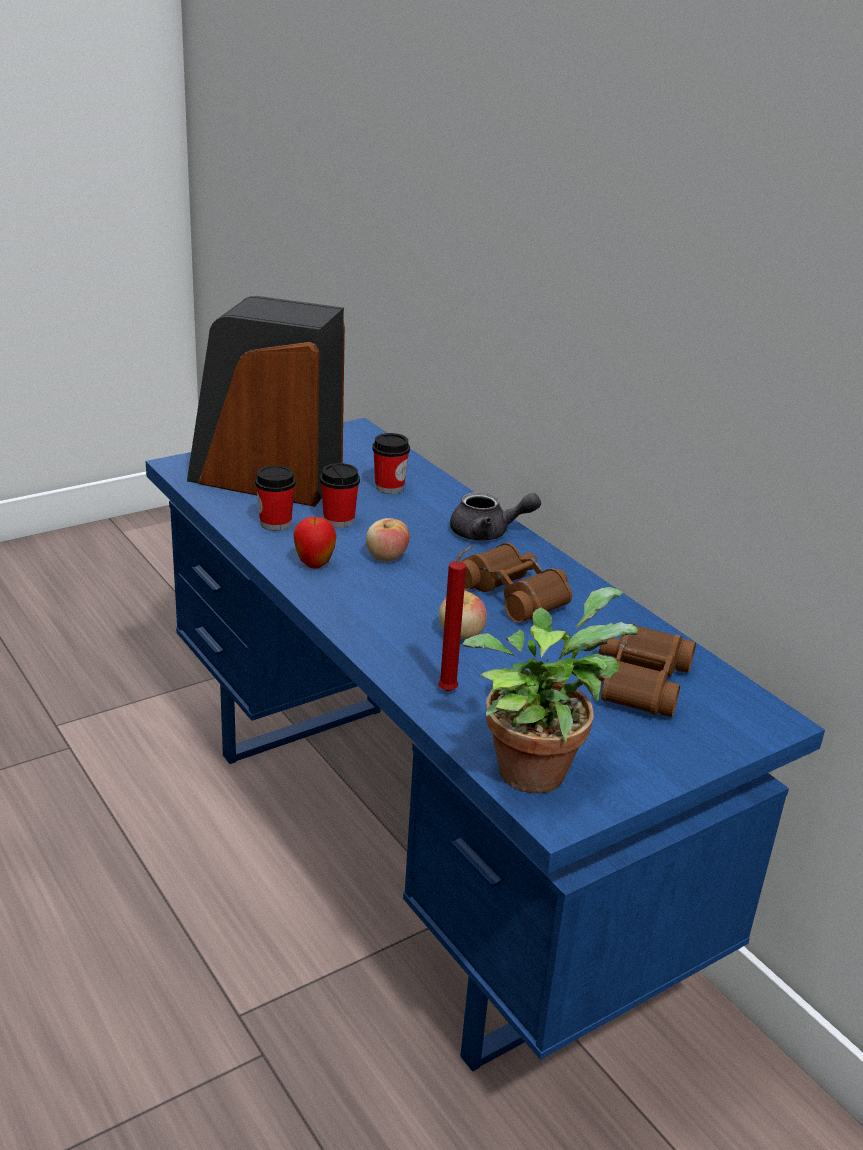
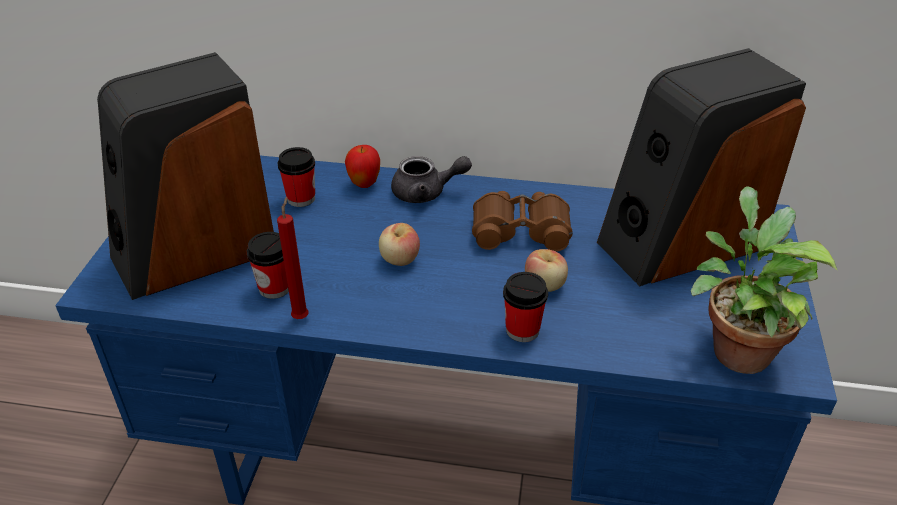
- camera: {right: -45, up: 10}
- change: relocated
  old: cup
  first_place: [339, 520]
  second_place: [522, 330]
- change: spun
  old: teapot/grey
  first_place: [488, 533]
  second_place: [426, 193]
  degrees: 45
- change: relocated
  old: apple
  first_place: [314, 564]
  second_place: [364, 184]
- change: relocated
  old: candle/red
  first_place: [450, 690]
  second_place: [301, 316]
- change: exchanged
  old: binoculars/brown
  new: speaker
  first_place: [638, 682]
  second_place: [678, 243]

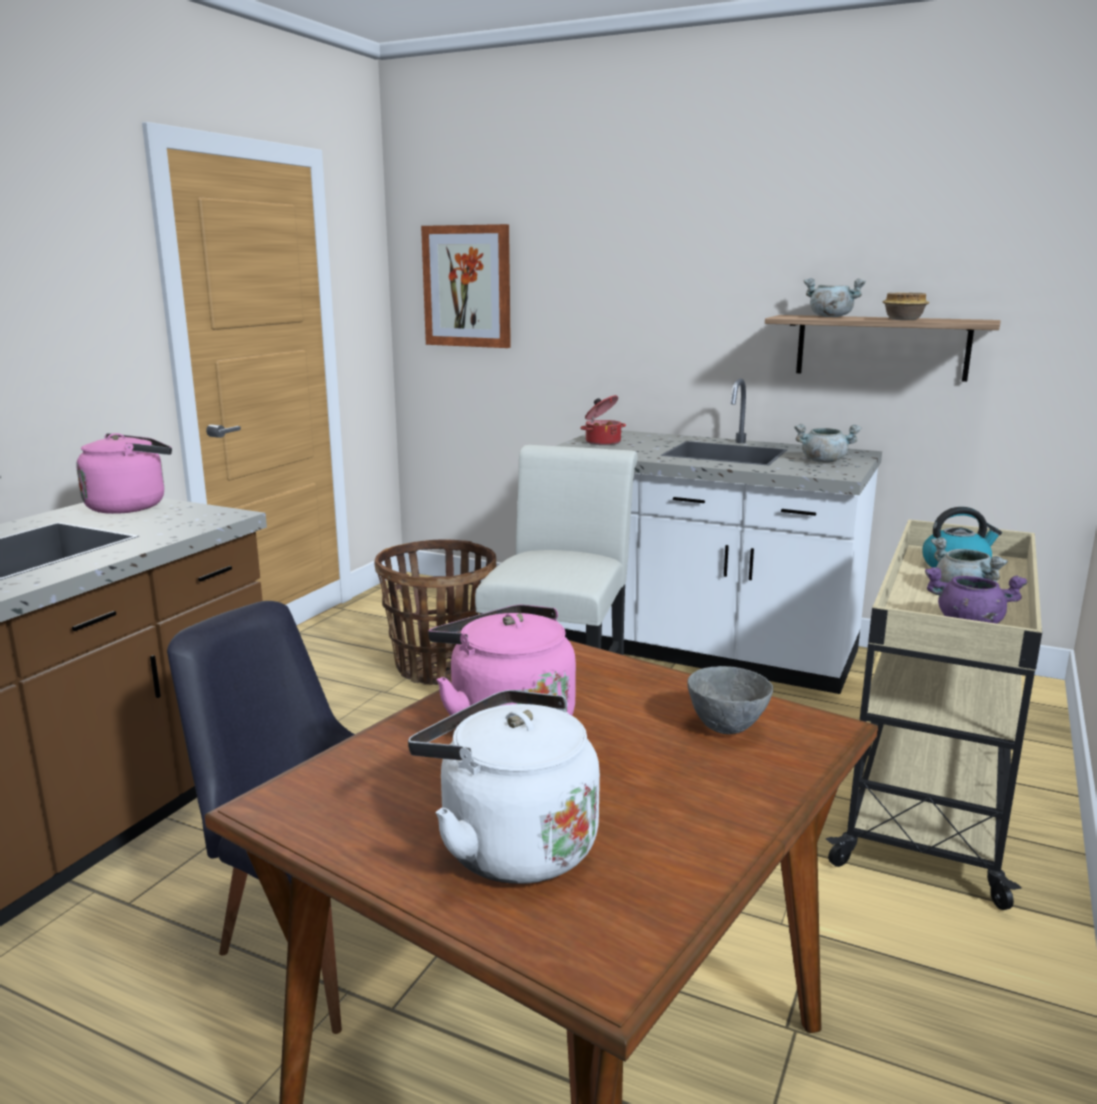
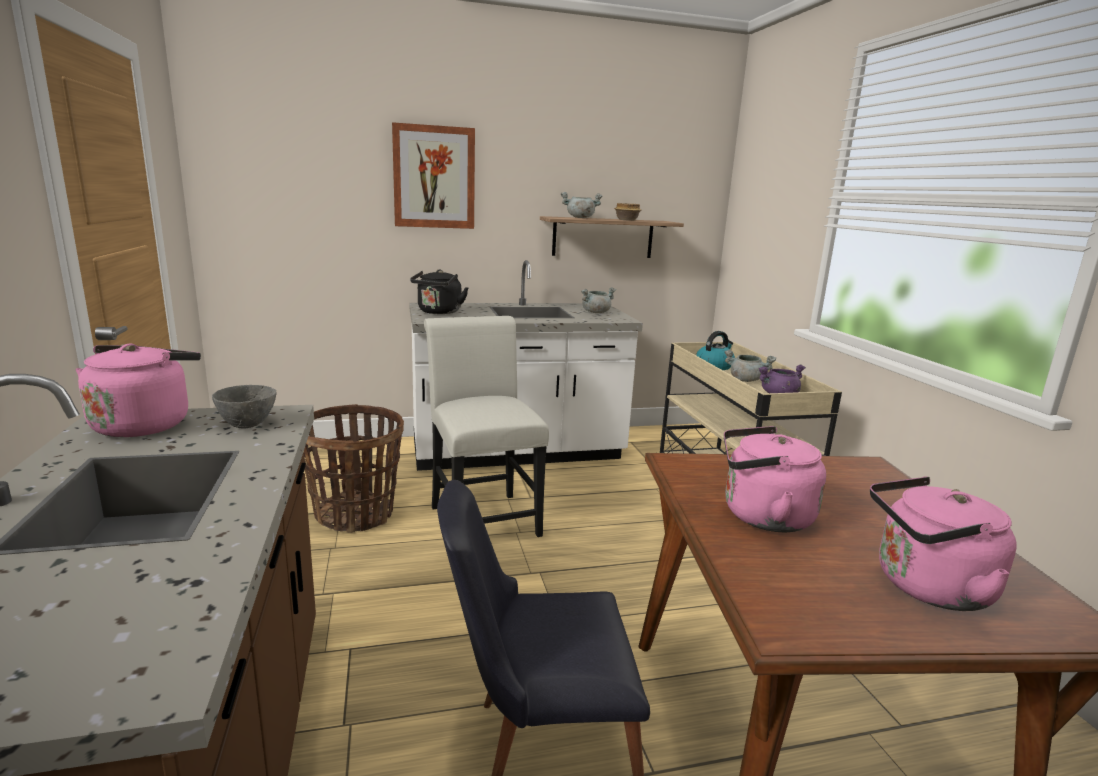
- camera: {right: -40, up: 0}
- change: relocated
  old: picture
  first_place: [467, 286]
  second_place: [434, 177]
- change: exchanged
  old: cooking pot
  new: kettle/black
  first_place: [602, 442]
  second_place: [438, 312]
- change: relocated
  old: bowl/grey
  first_place: [726, 727]
  second_place: [247, 425]
- change: colour
  old: kettle/white
  new: kettle/pink
  first_place: [510, 845]
  second_place: [926, 587]

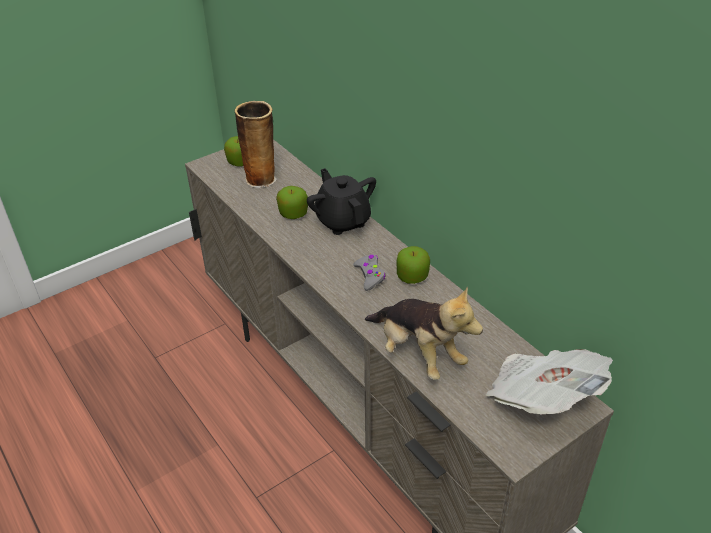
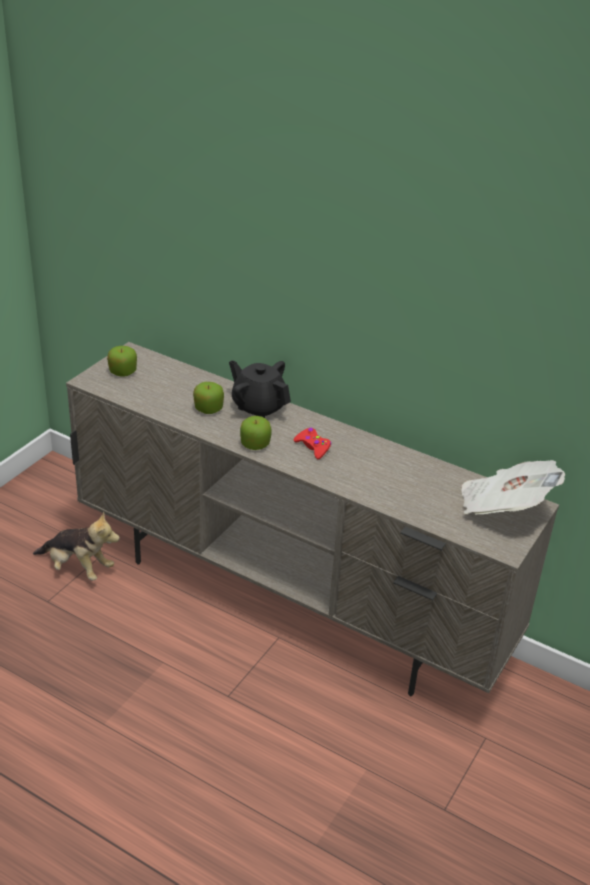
- camera: {right: -25, up: -5}
- change: missing
  old: vase
  first_place: [261, 178]
- change: relocated
  old: apple
  first_place: [412, 276]
  second_place: [255, 444]
- change: colour
  old: game controller/grey
  new: game controller/red
  first_place: [370, 275]
  second_place: [313, 447]
- change: relocated
  old: plush toy
  first_place: [418, 354]
  second_place: [78, 568]

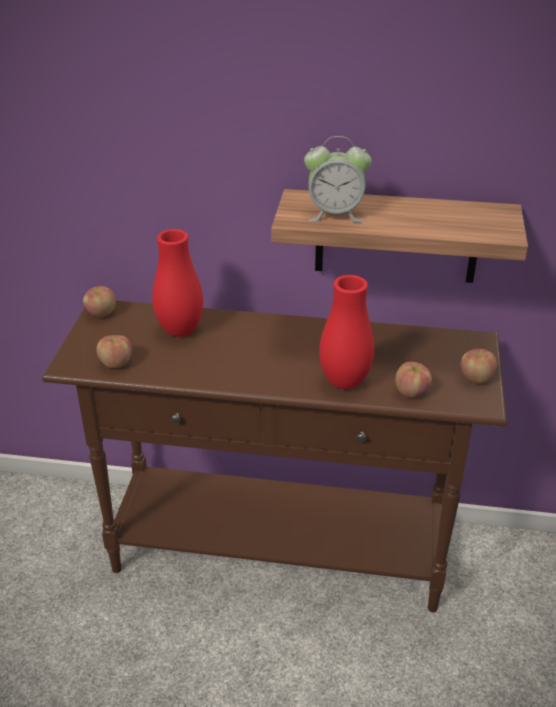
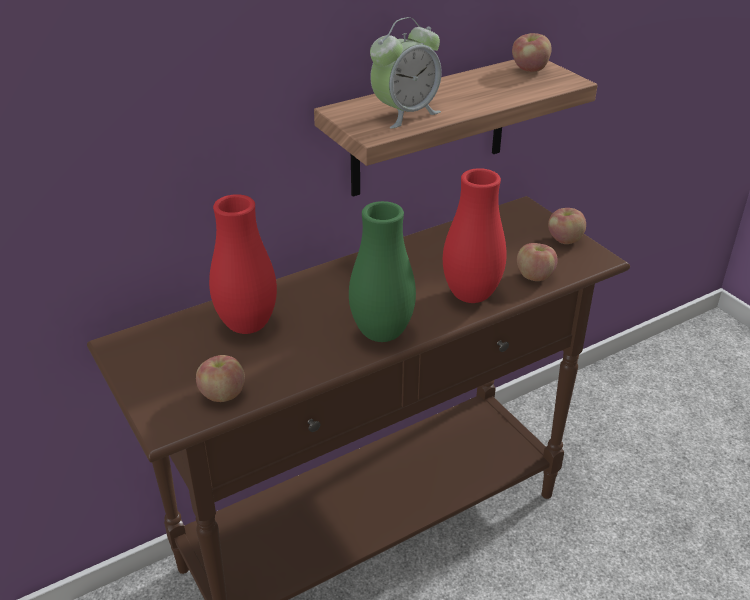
- camera: {right: -40, up: 0}
- change: relocated
  old: apple
  first_place: [101, 313]
  second_place: [530, 69]
- change: appeared
  new: vase/green
  second_place: [382, 333]

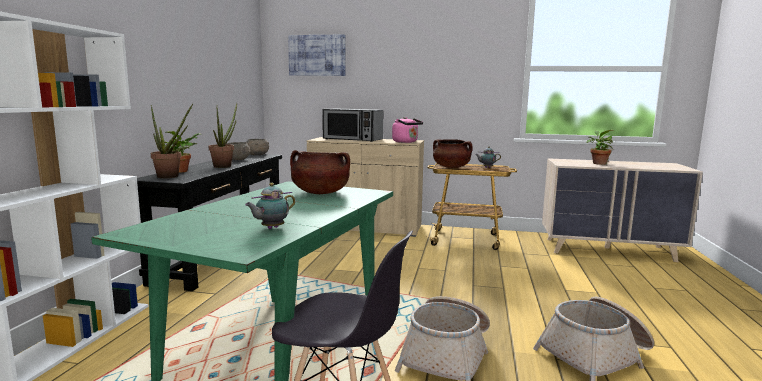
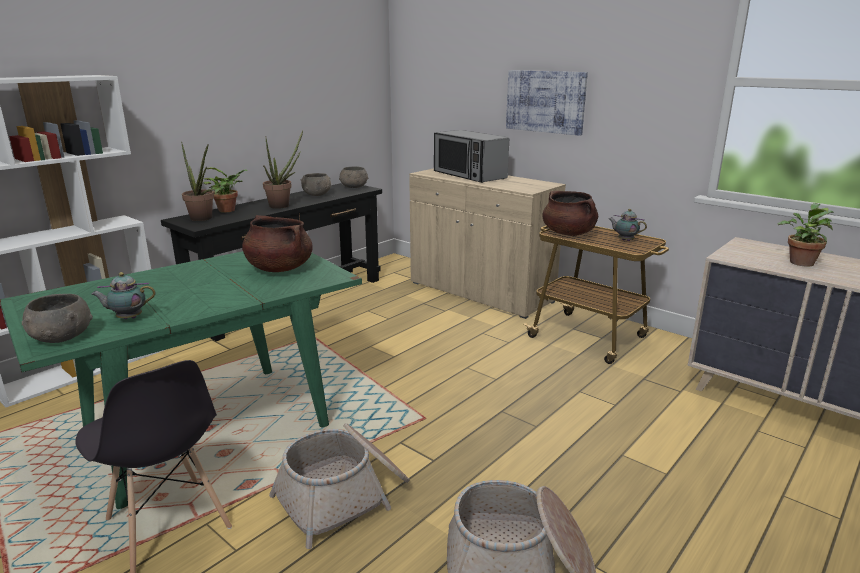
- camera: {right: 30, up: 10}
- change: relocated
  old: picture
  first_place: [317, 55]
  second_place: [545, 101]
- change: missing
  old: kettle/pink
  first_place: [406, 142]
- change: appeared
  new: bowl/grey
  second_place: [61, 337]

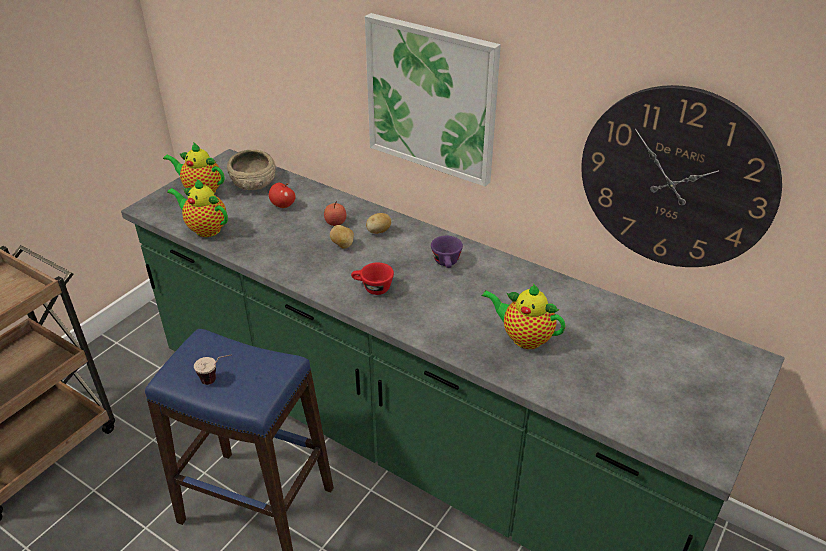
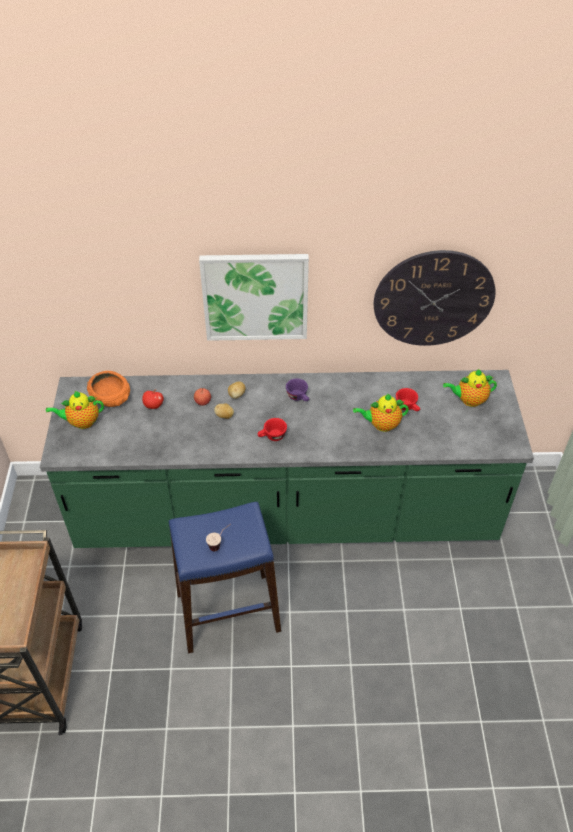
- camera: {right: -35, up: 10}
- change: colour
  old: bowl/beige
  new: bowl/orange
  first_place: [253, 181]
  second_place: [110, 396]
- change: relocated
  old: teapot
  first_place: [205, 229]
  second_place: [468, 400]
- change: appeared
  new: cup/red
  second_place: [408, 407]

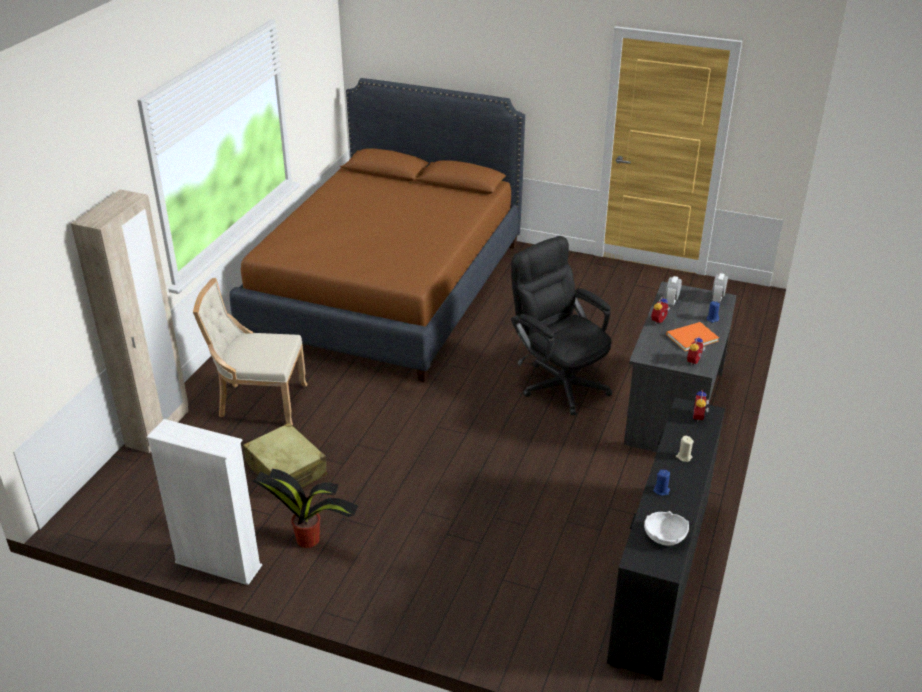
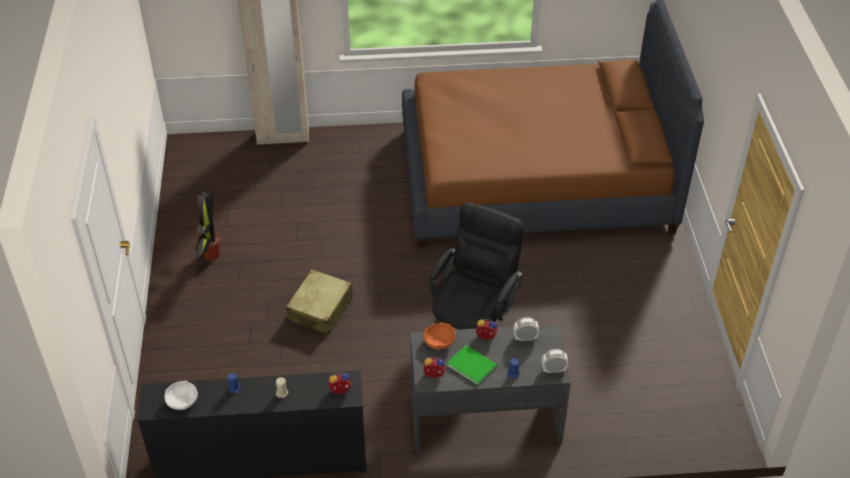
- camera: {right: 65, up: 10}
- change: missing
  old: chair/beige
  first_place: [259, 402]
- change: colour
  old: book/orange
  new: book/green
  first_place: [690, 337]
  second_place: [471, 364]
- change: missing
  old: bookcase/white
  first_place: [218, 564]
- change: relocated
  old: suitcase/beige
  first_place: [286, 470]
  second_place: [320, 309]
- change: appeared
  new: bowl/orange
  second_place: [438, 342]

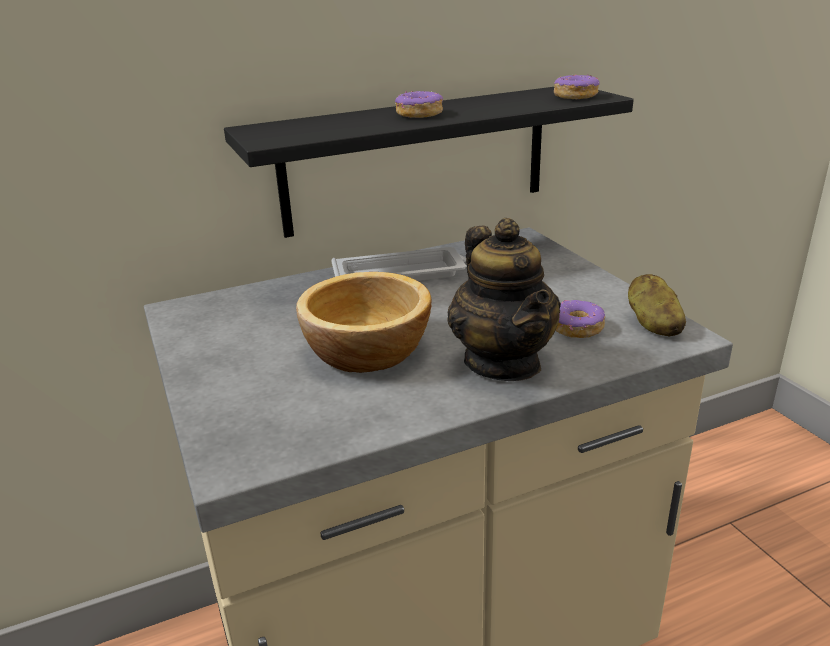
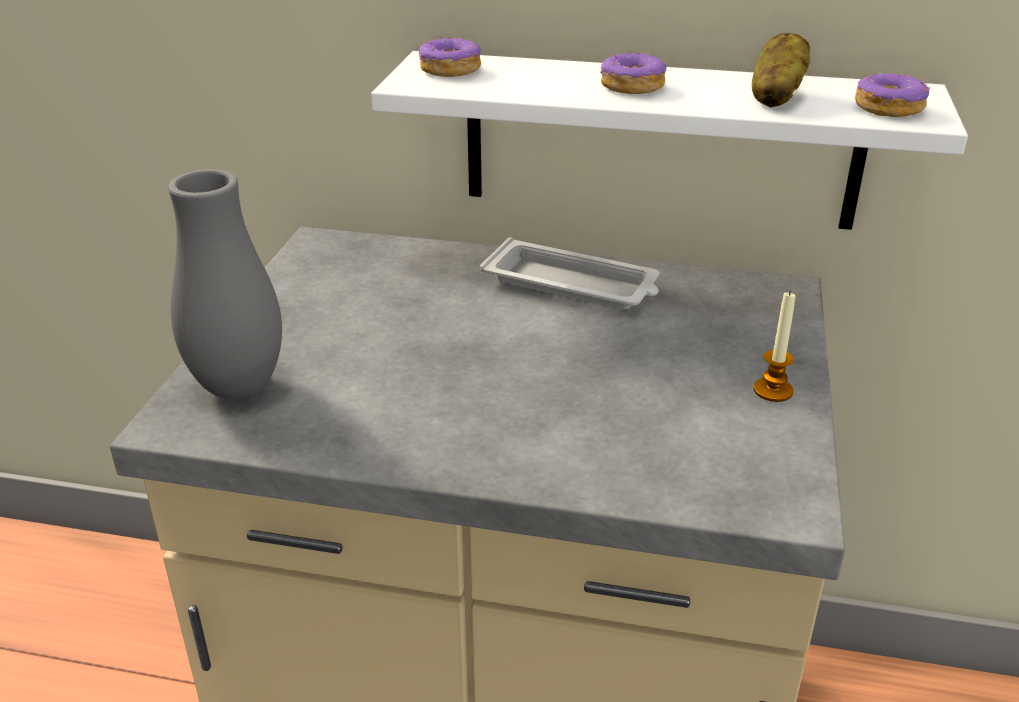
- camera: {right: 35, up: 5}
- change: colour
  old: shelf/black
  new: shelf/white
  first_place: [417, 159]
  second_place: [660, 141]
- change: missing
  old: teapot
  first_place: [503, 362]
- change: missing
  old: bowl
  first_place: [368, 352]
- change: relocated
  old: potato
  first_place: [652, 324]
  second_place: [775, 97]
- change: relocated
  old: donut
  first_place: [576, 328]
  second_place: [449, 69]
- change: appeared
  new: vase/grey
  second_place: [238, 387]
- change: appeared
  new: candle
  second_place: [773, 390]

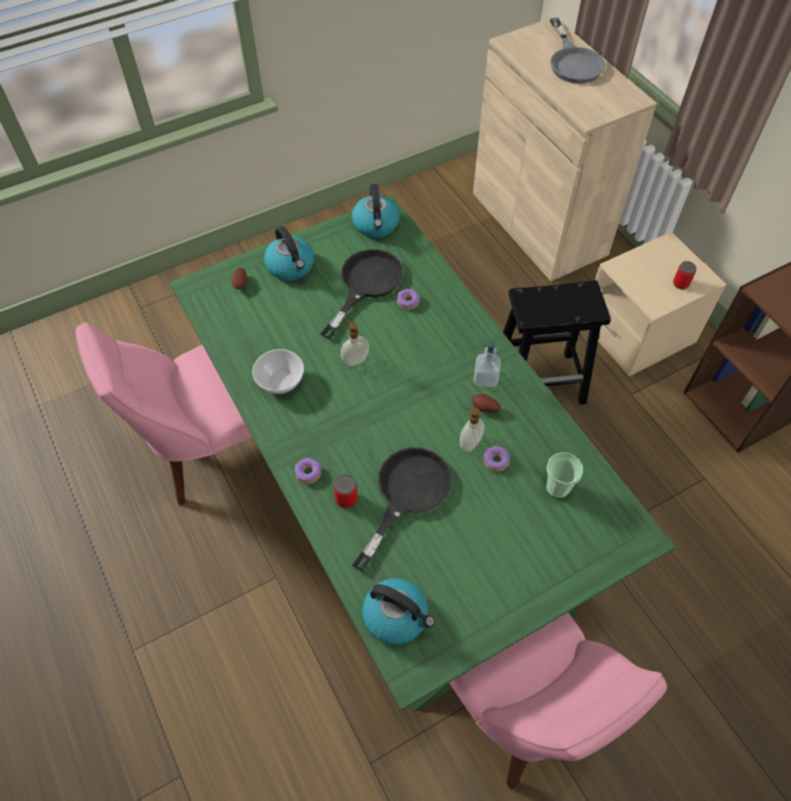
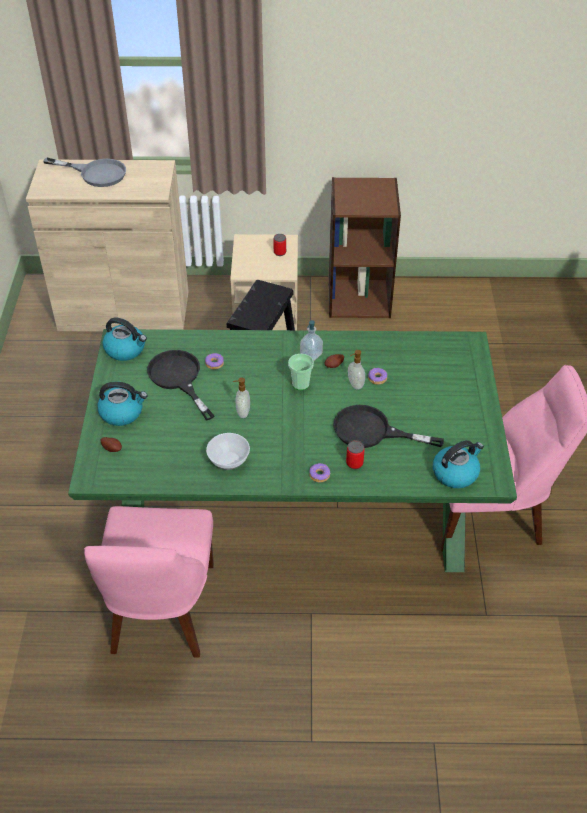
- camera: {right: -60, up: -10}
- change: spun
  old: frying pan/black
  first_place: [406, 494]
  second_place: [372, 431]
  degrees: -45
- change: relocated
  old: cup
  first_place: [557, 488]
  second_place: [300, 384]

